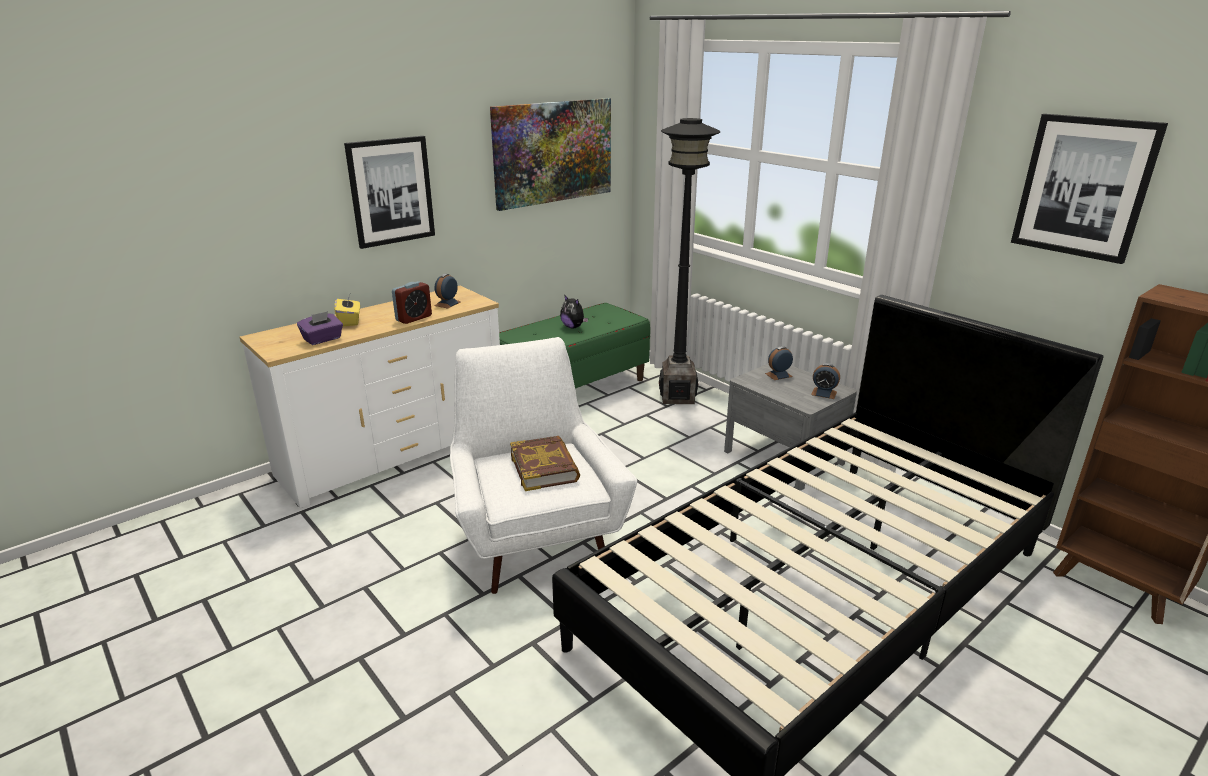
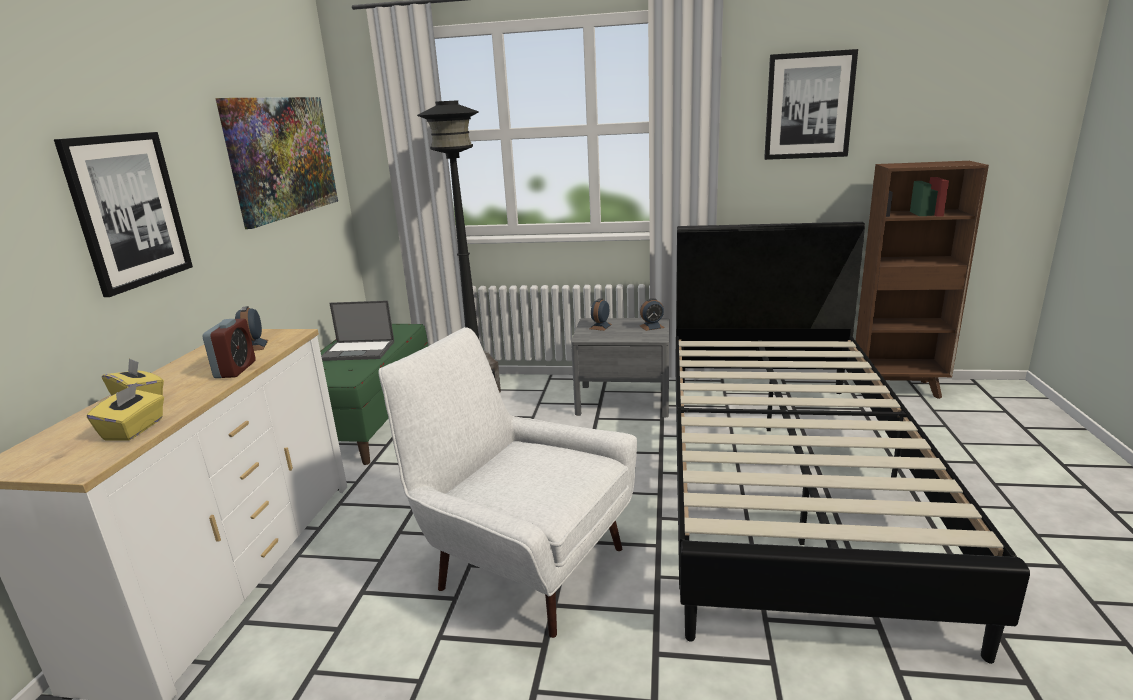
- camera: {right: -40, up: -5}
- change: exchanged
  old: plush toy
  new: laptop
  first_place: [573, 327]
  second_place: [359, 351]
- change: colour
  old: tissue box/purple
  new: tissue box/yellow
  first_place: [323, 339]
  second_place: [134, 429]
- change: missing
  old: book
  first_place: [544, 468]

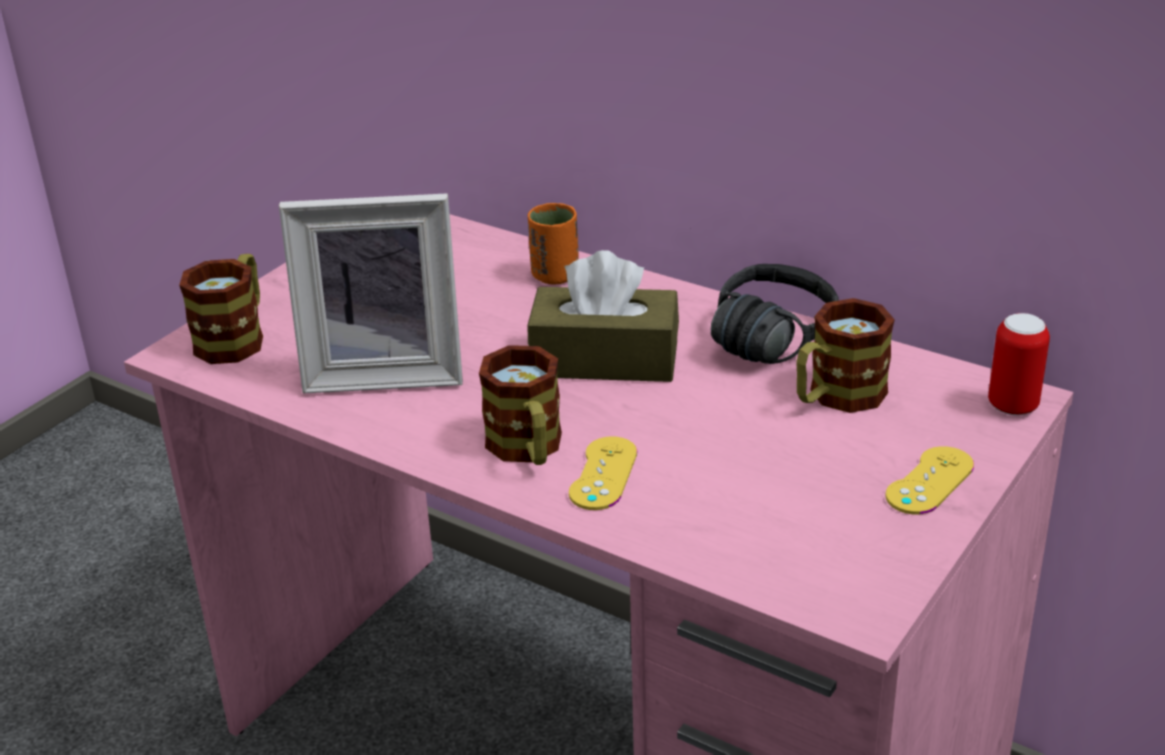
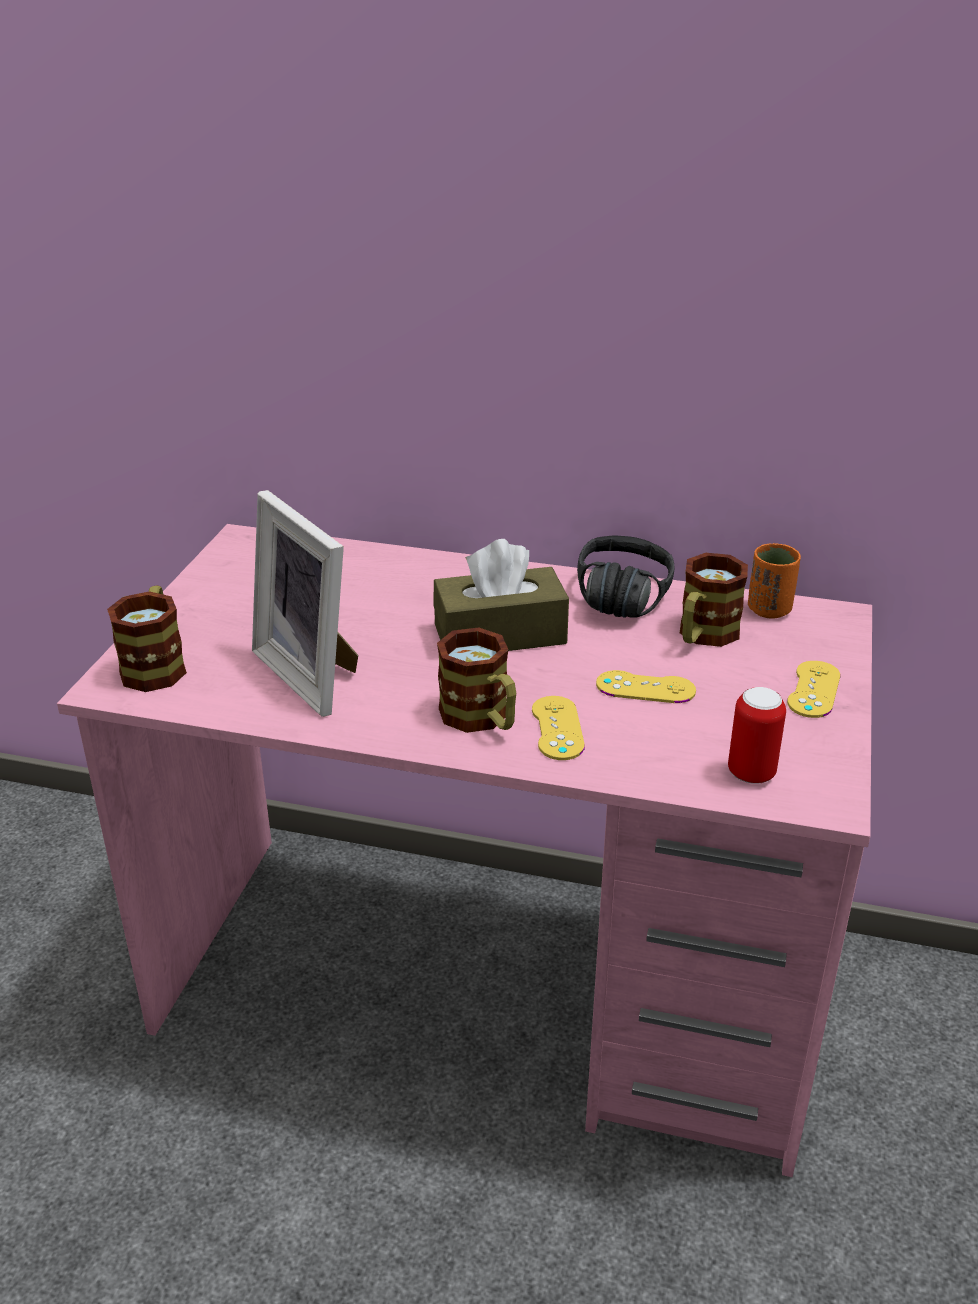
- camera: {right: -20, up: 0}
- change: spun
  old: picture frame
  first_place: [384, 371]
  second_place: [314, 673]
  degrees: 75
- change: relocated
  old: cup/orange
  first_place: [555, 275]
  second_place: [769, 610]
- change: relocated
  old: can
  first_place: [1012, 406]
  second_place: [751, 773]
- change: appeared
  new: game controller/yellow
  second_place: [645, 688]

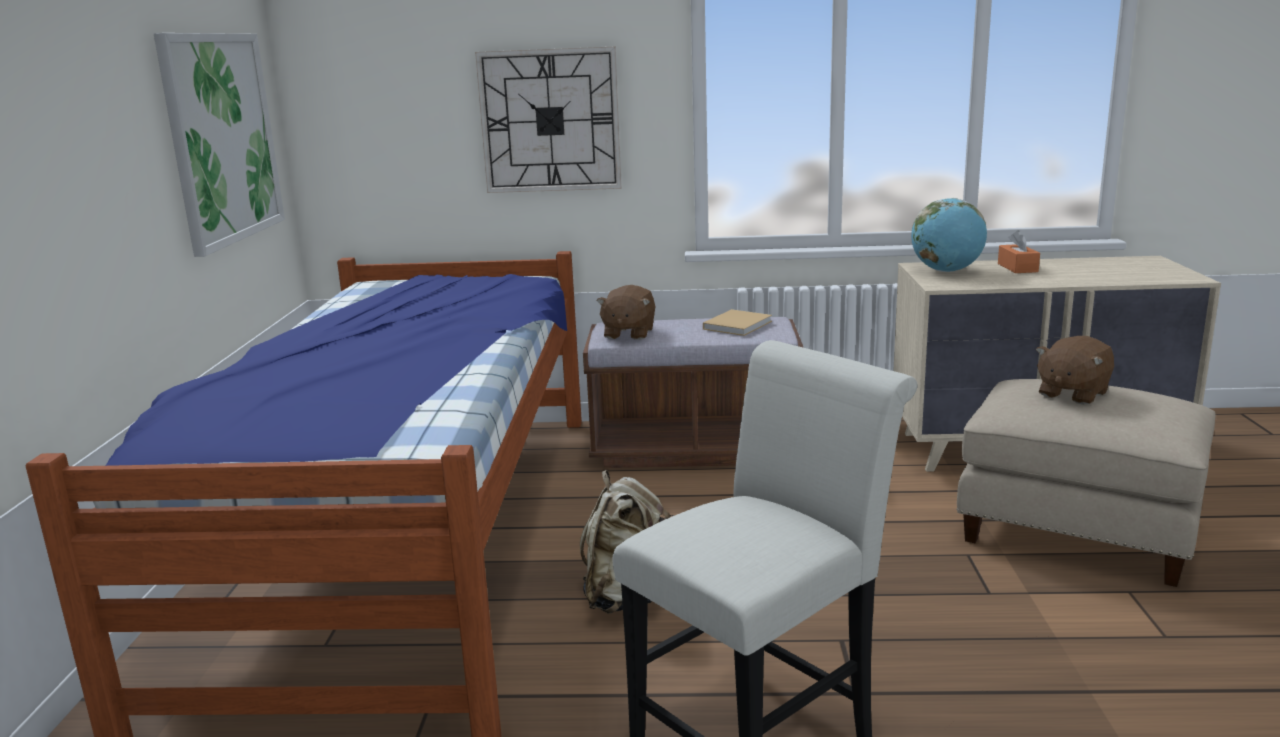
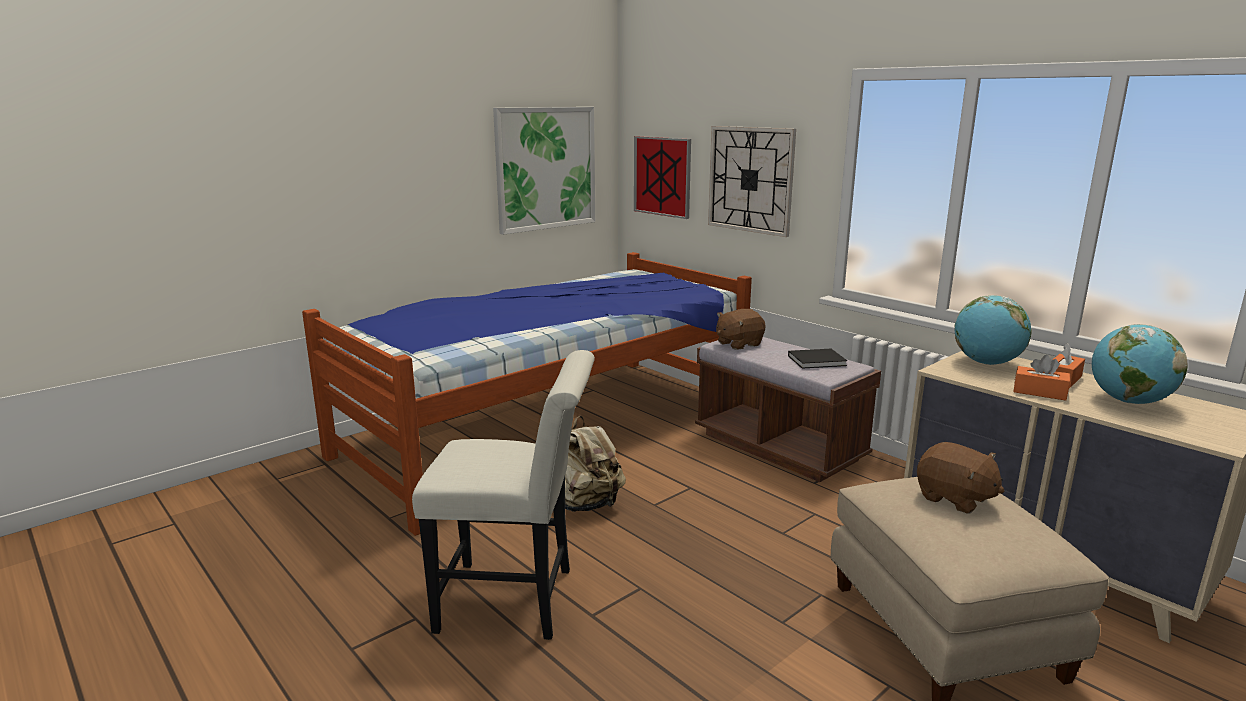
- camera: {right: 45, up: 0}
- change: colour
  old: book/beige
  new: book/black
  first_place: [738, 325]
  second_place: [818, 360]
- change: spun
  old: plush toy/brown
  first_place: [1072, 393]
  second_place: [954, 498]
  degrees: -135
- change: appeared
  new: picture
  second_place: [662, 176]
- change: appeared
  new: globe
  second_place: [1128, 401]
- change: appeared
  new: tissue box/orange
  second_place: [1039, 392]

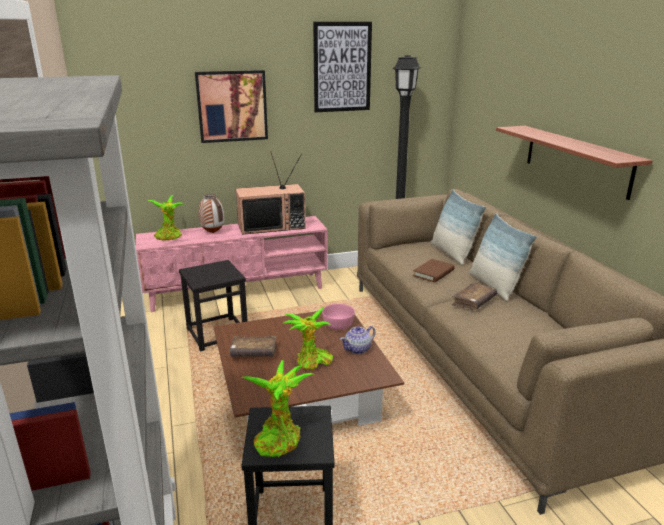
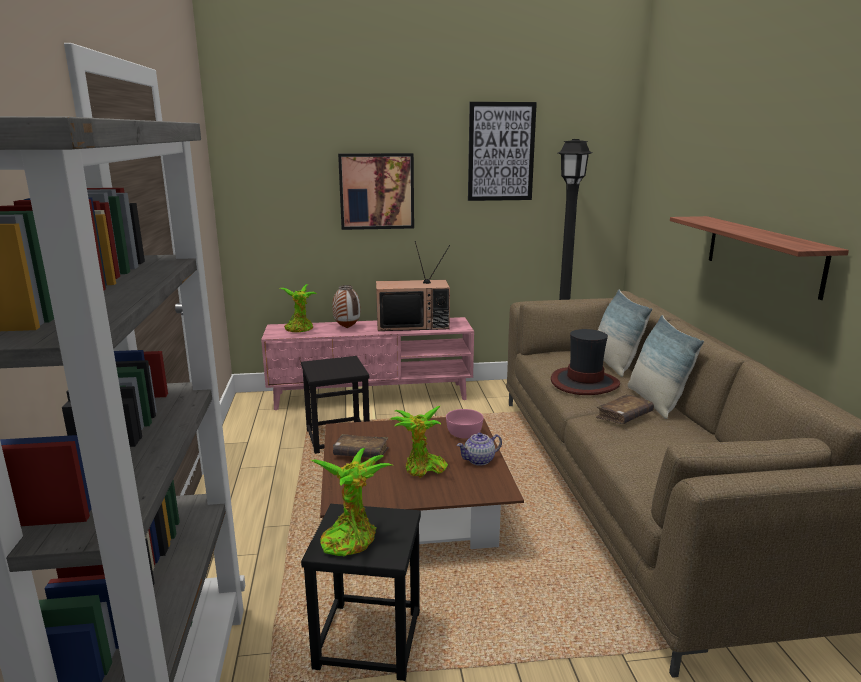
- camera: {right: 10, up: -5}
- change: exchanged
  old: book/brown
  new: hat
  first_place: [433, 273]
  second_place: [584, 383]

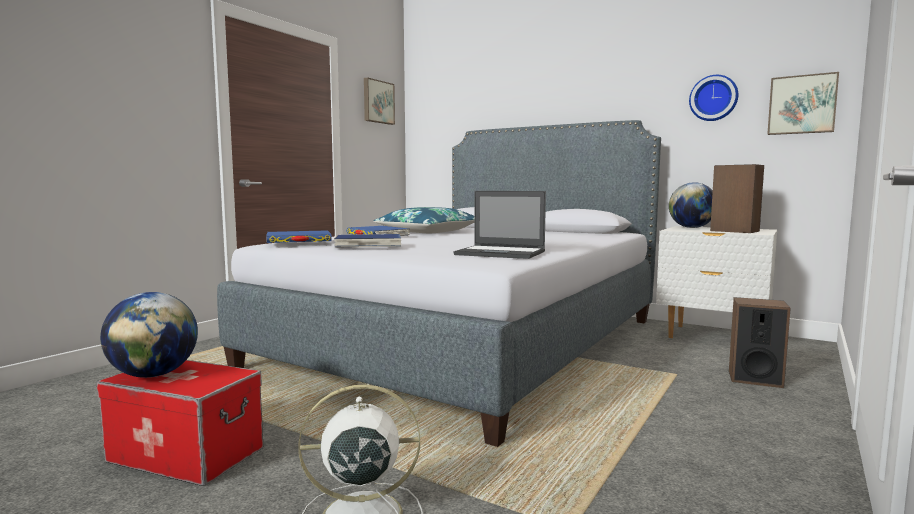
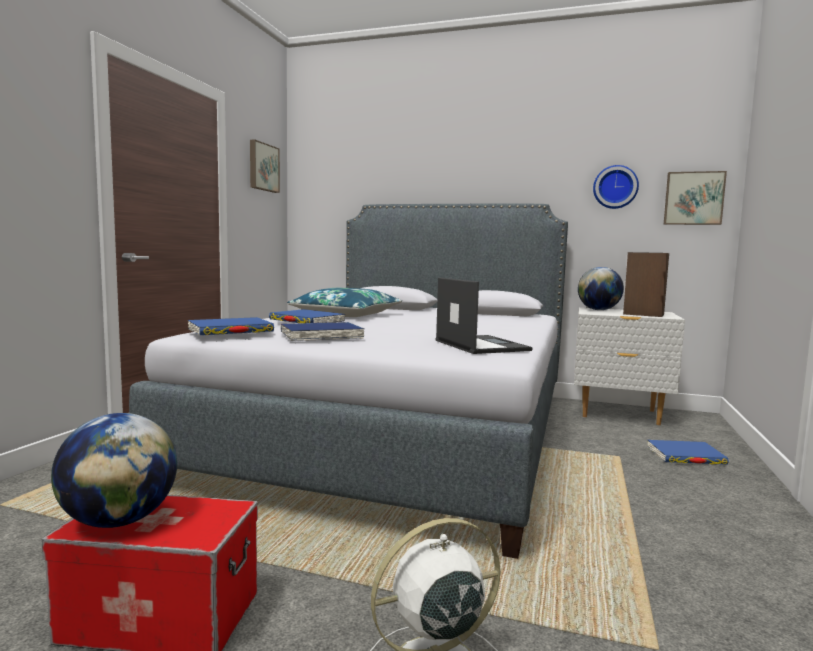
- camera: {right: -15, up: 0}
- change: spun
  old: laptop
  first_place: [501, 253]
  second_place: [480, 345]
  degrees: -120
- change: exchanged
  old: speaker
  new: book/blue
  first_place: [754, 379]
  second_place: [685, 456]

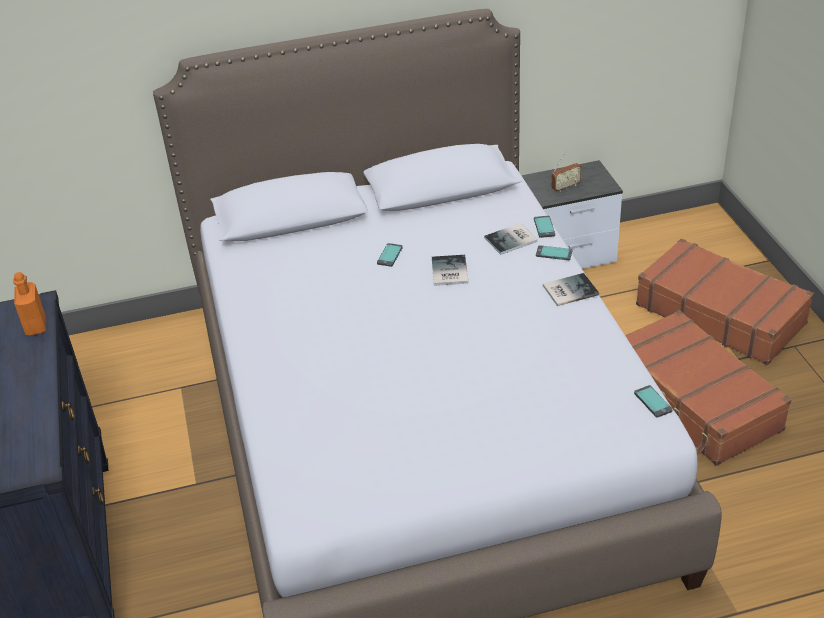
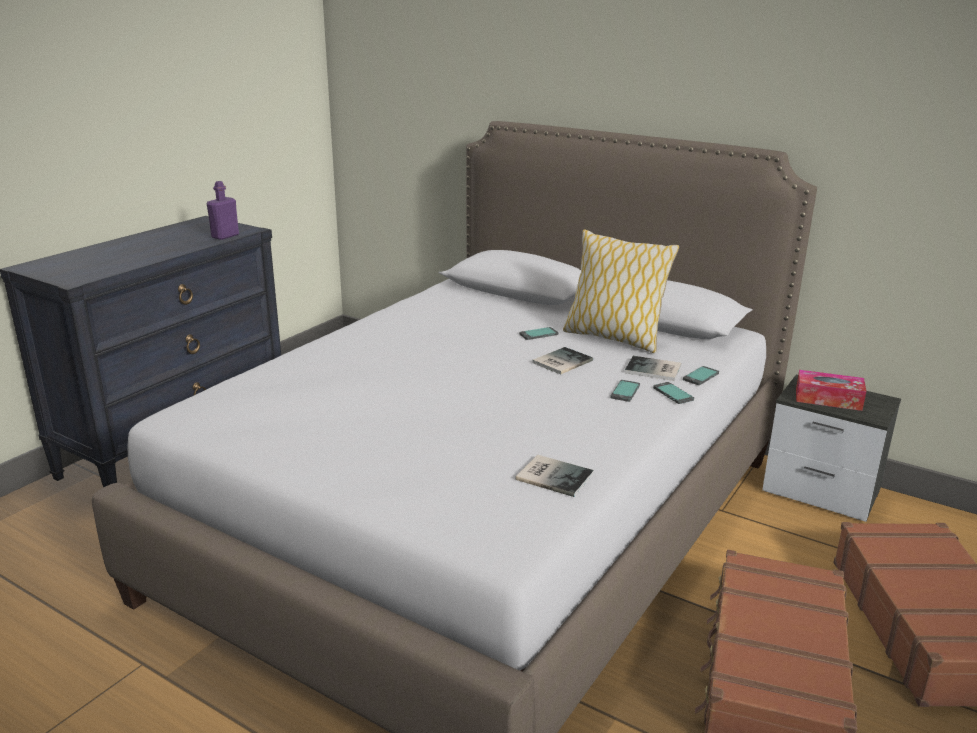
- camera: {right: 45, up: -15}
- change: exchanged
  old: radio
  new: tissue box
  first_place: [566, 187]
  second_place: [828, 399]
- change: colour
  old: bottle/orange
  new: bottle/purple
  first_place: [36, 326]
  second_place: [225, 236]
- change: relocated
  old: book
  first_place: [568, 290]
  second_place: [553, 475]
- change: relocated
  old: phone
  first_place: [653, 402]
  second_place: [625, 391]
- change: appeared
  new: pillow
  second_place: [614, 338]

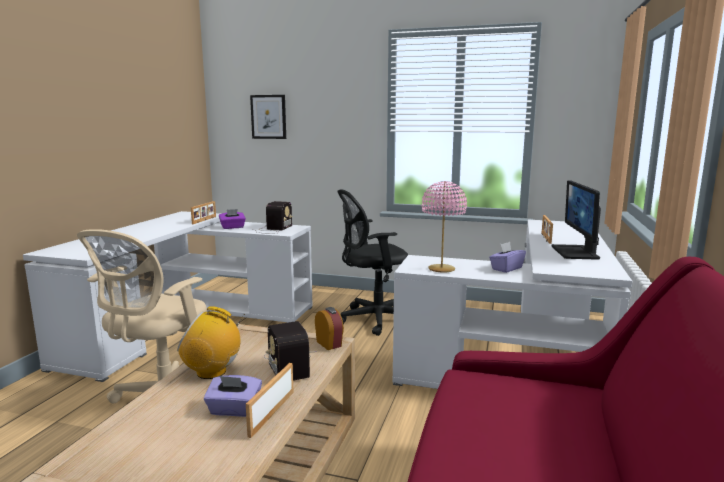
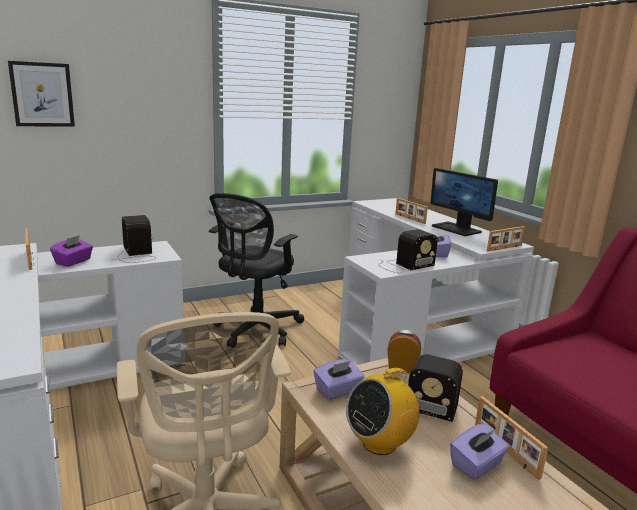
- camera: {right: -45, up: 5}
- change: exchanged
  old: table lamp/pink
  new: radio
  first_place: [441, 269]
  second_place: [404, 265]
- change: appeared
  new: picture frame
  second_place: [505, 248]
- change: appeared
  new: tissue box/purple
  second_place: [338, 391]

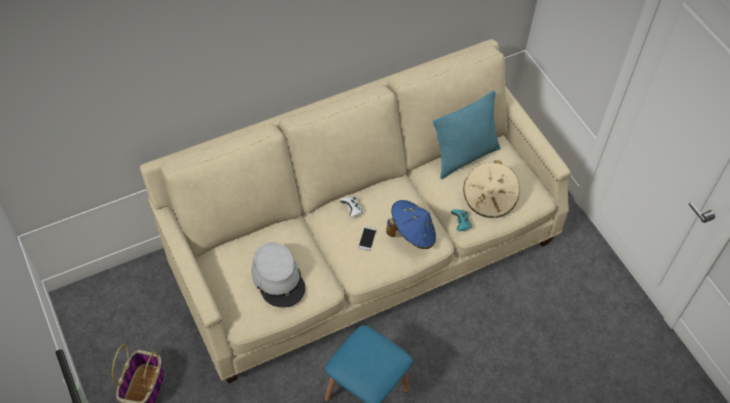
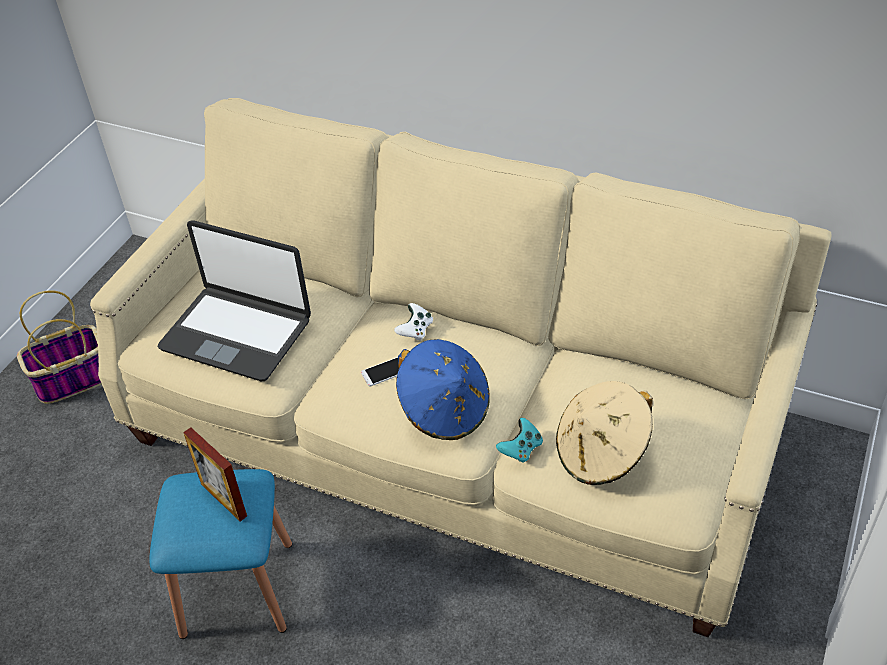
- camera: {right: 55, up: -10}
- change: missing
  old: pillow/turquoise
  first_place: [464, 157]
- change: exchanged
  old: hat/grey
  new: laptop
  first_place: [278, 279]
  second_place: [237, 333]
- change: appeared
  new: picture frame
  second_place: [223, 500]

